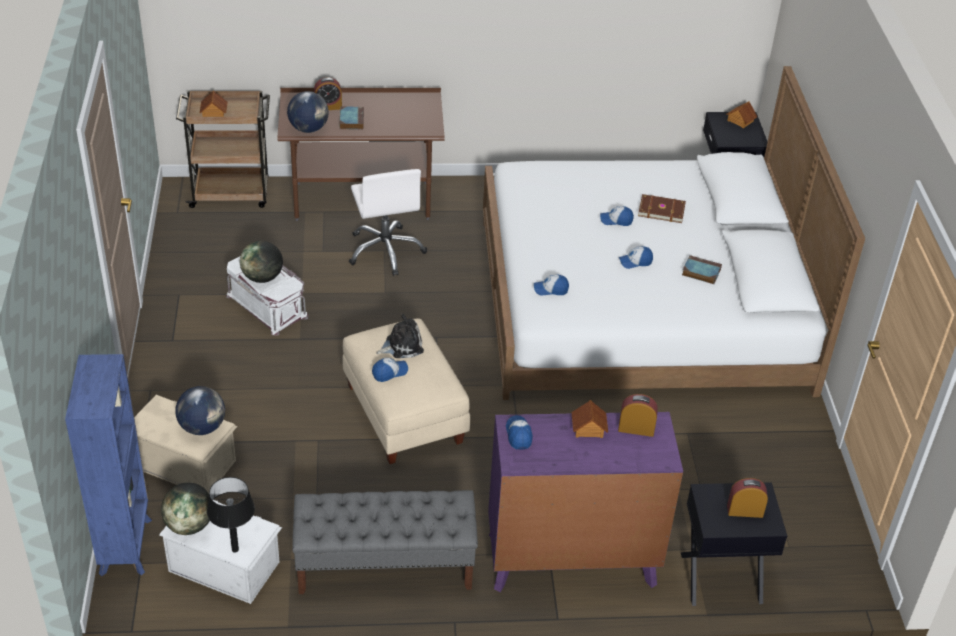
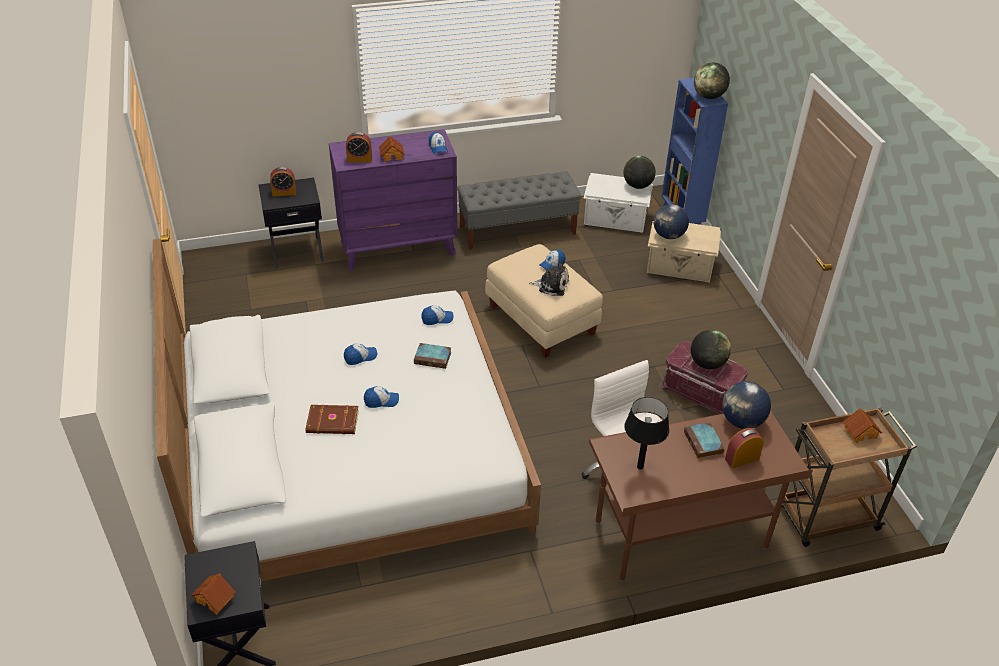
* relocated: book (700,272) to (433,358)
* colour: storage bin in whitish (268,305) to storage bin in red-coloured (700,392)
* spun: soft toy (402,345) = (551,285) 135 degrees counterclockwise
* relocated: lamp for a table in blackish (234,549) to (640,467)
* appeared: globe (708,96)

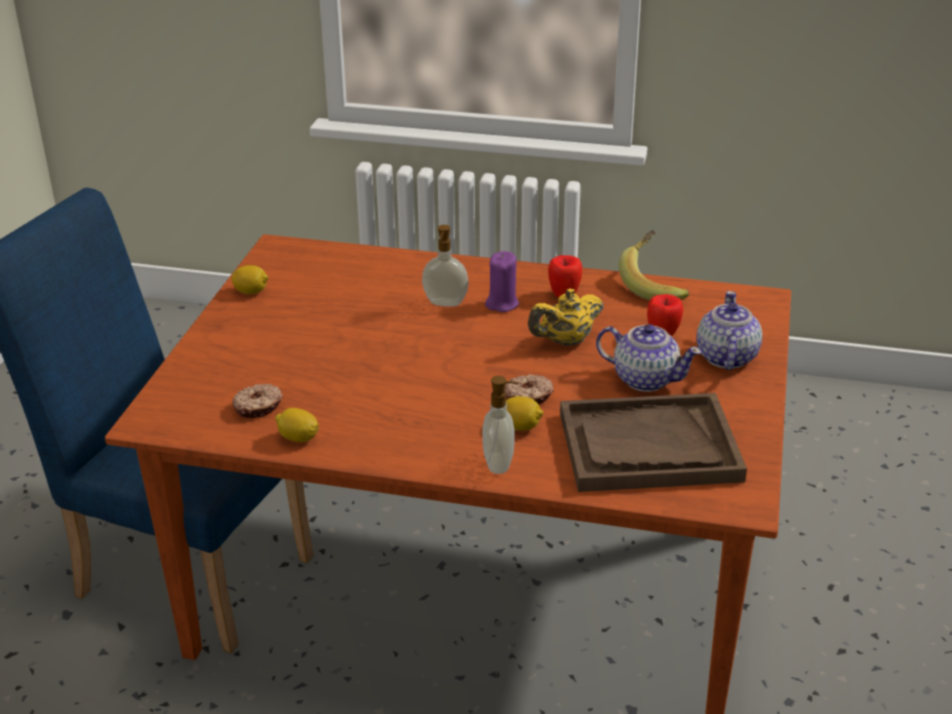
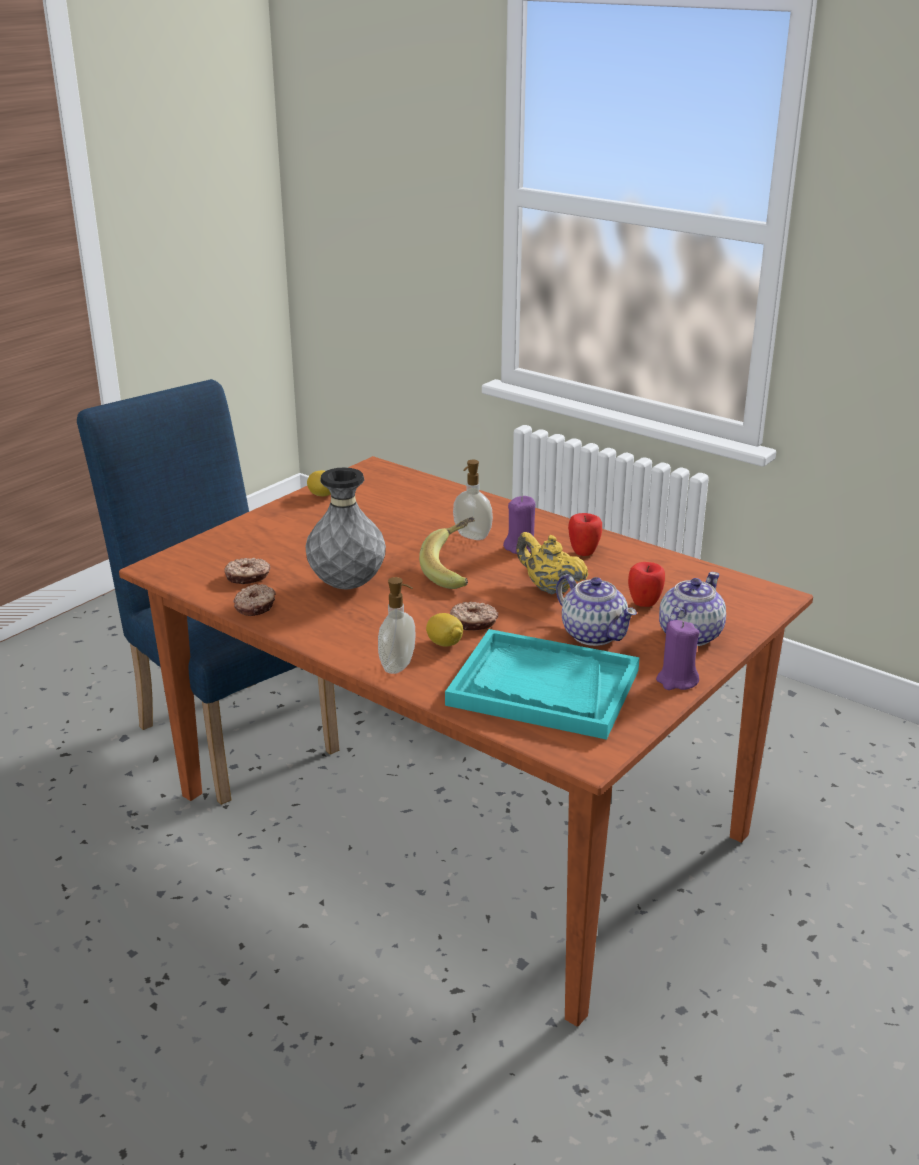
* relocated: banana fruit (656,285) to (456,571)
* spun: tea pot in yellowish (565,341) = (549,588) 45 degrees clockwise
* colour: tray in brownish (648,447) to tray in turquoise-coloured (543,688)
* exchanged: citrus fruit (298,438) to doughnut (256,606)
* appeared: decorative vase in grey (347,585)
* appeared: candle in purplish (677,680)

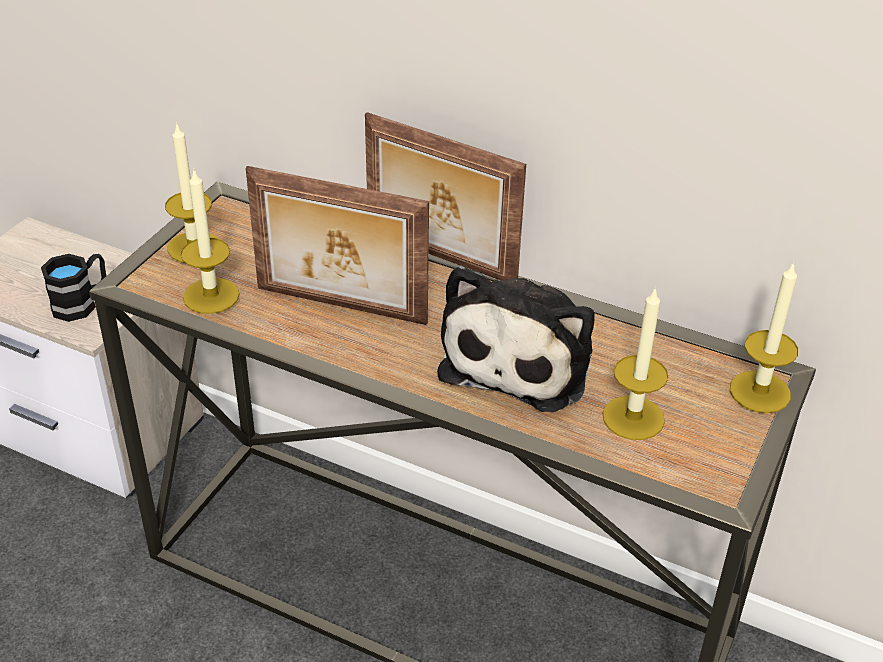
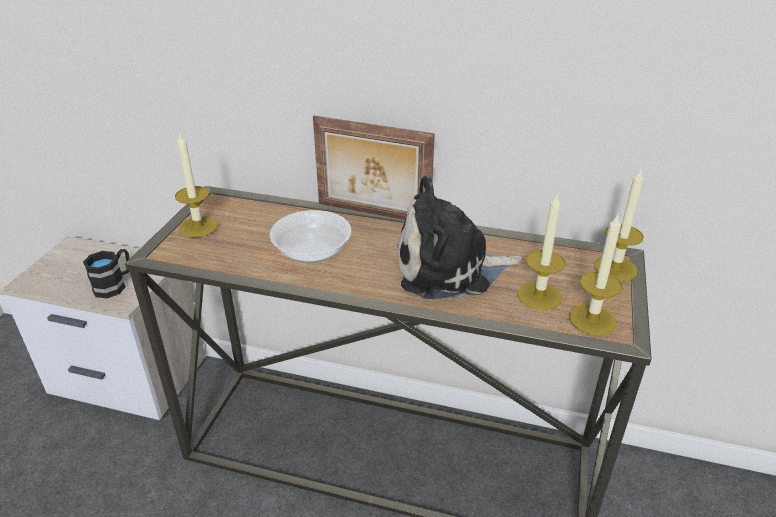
* exchanged: standing frame (340,307) to serving bowl (312,252)
* relocated: candle (211,296) to (592,319)
* spun: soft toy (521,358) = (449,268) 75 degrees clockwise

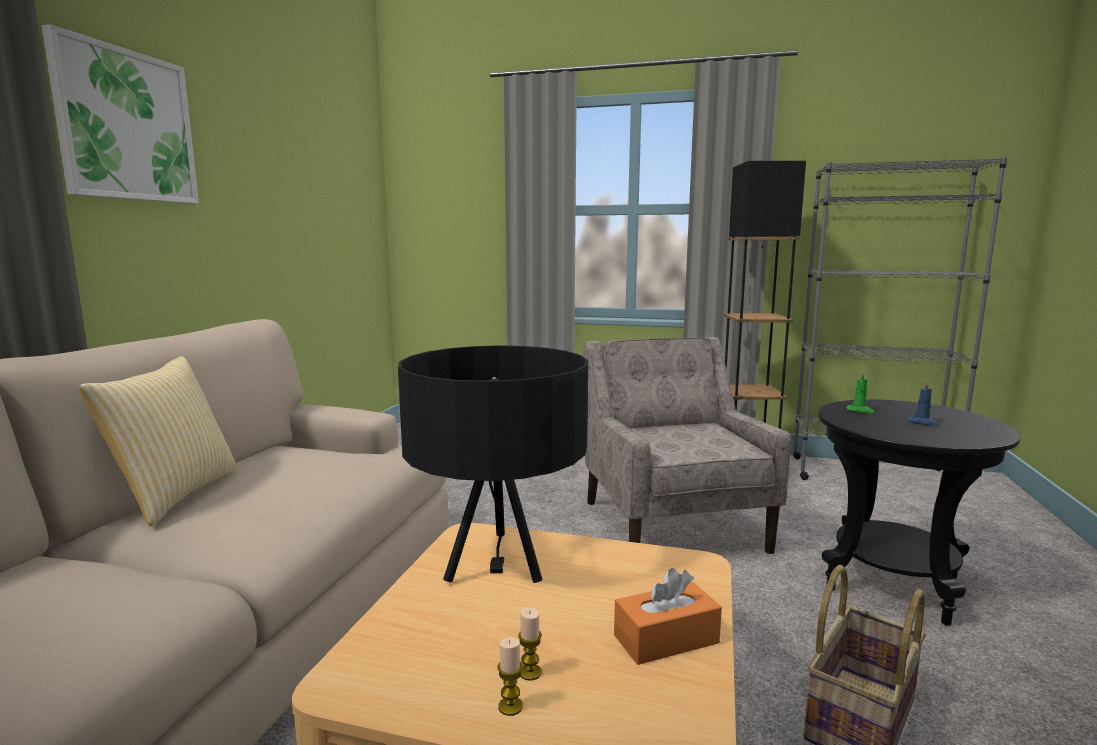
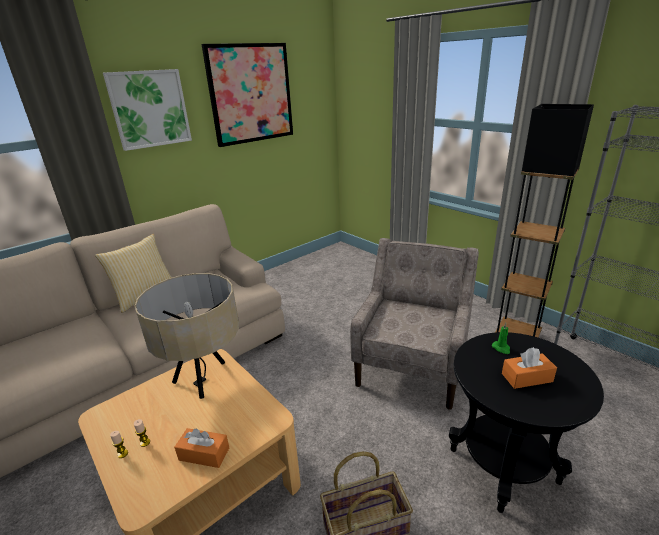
* colour: lamp for a table in blackish (498,560) to lamp for a table in beige-coloured (205,378)
* exchanged: candle in blue-coloured (923,423) to tissue box in orange (527,377)
* appeared: wall picture (251,94)

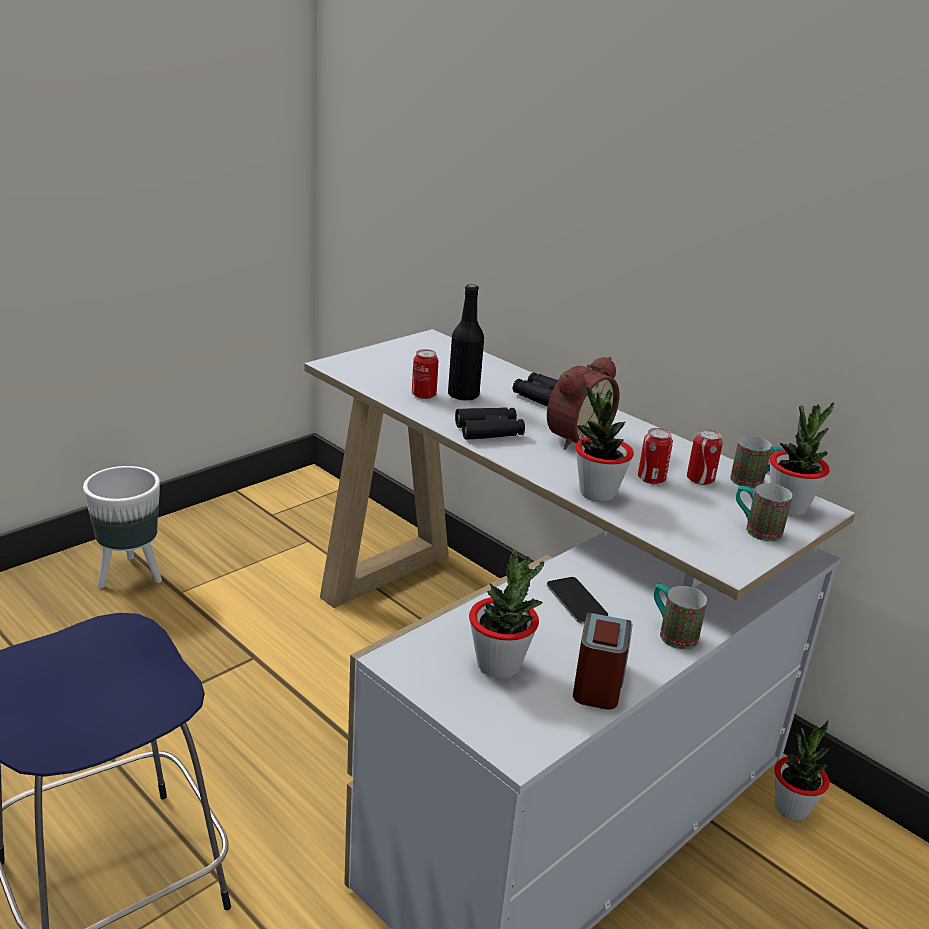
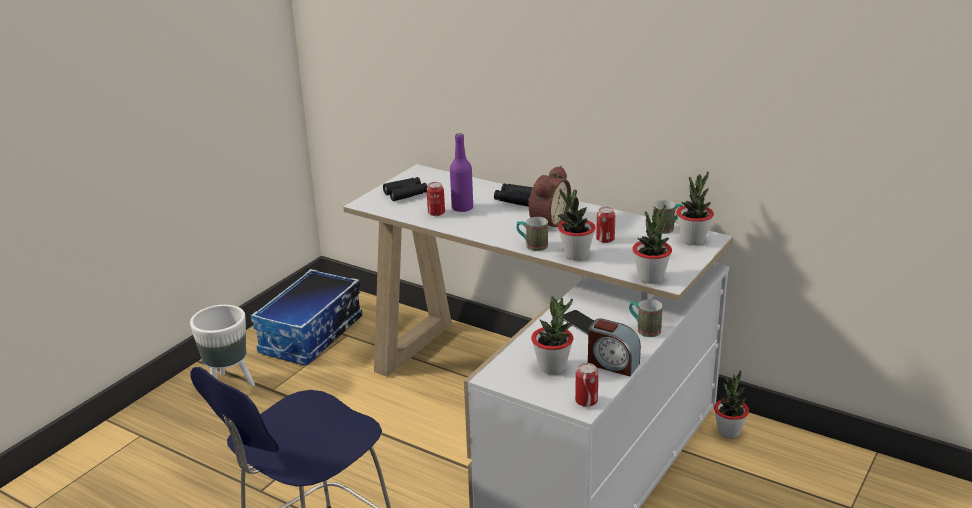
* colour: bottle in blackish (463,395) to bottle in purplish (462,208)
* relocated: binoculars in blackish (489,431) to (406,193)
* relocated: can (700,480) to (586,402)
* relocated: tea mug (755,529) to (532,246)
* spun: bedside clock (598,681) = (612,364) 120 degrees clockwise
* appeared: houseplant (650,278)
* appeared: storage bin (312,336)

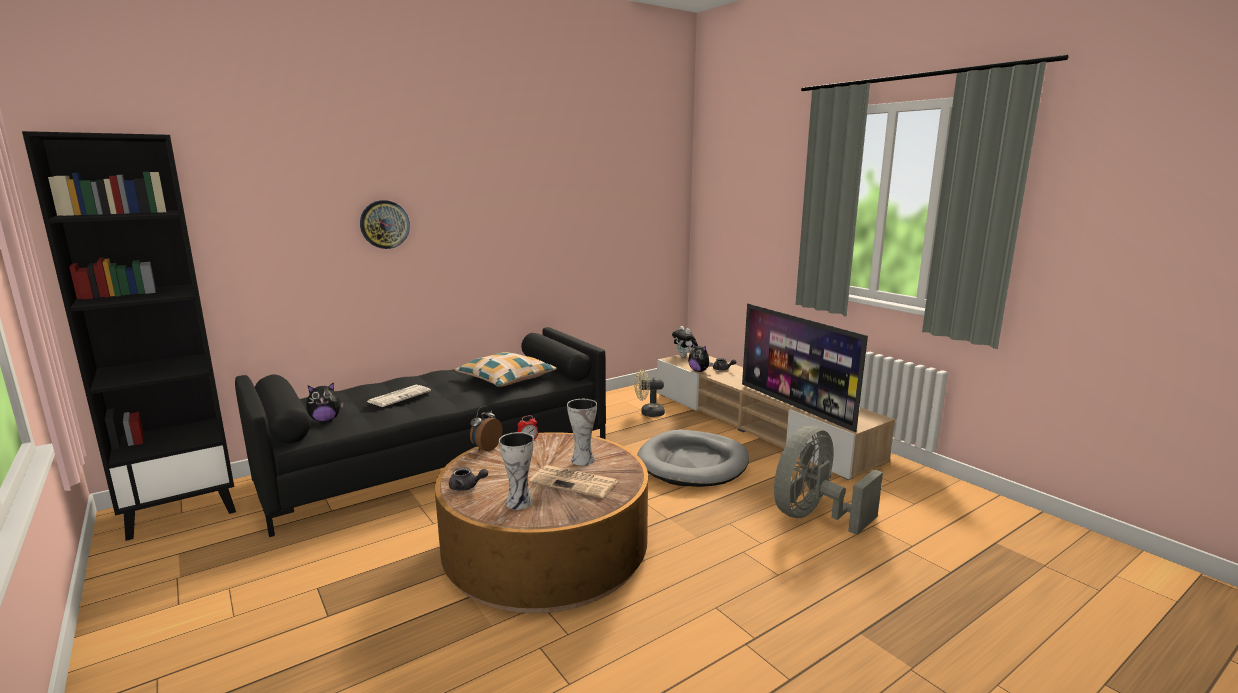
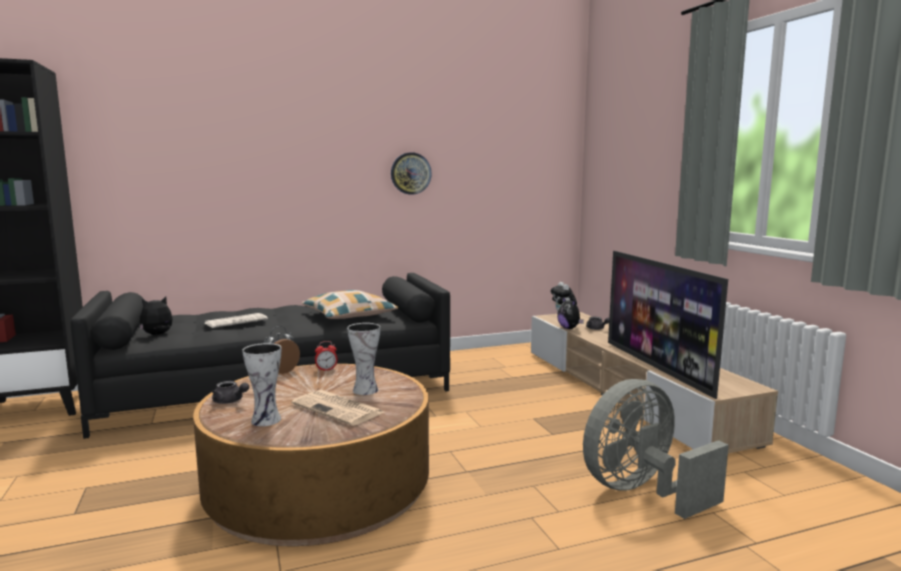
* relocated: clock on the wall (384,224) to (410,173)
* missing: fan in beige-coloured (648,413)
* spun: soft toy (325,420) = (158,335) 150 degrees clockwise
* missing: dog cushion in grey (693,463)

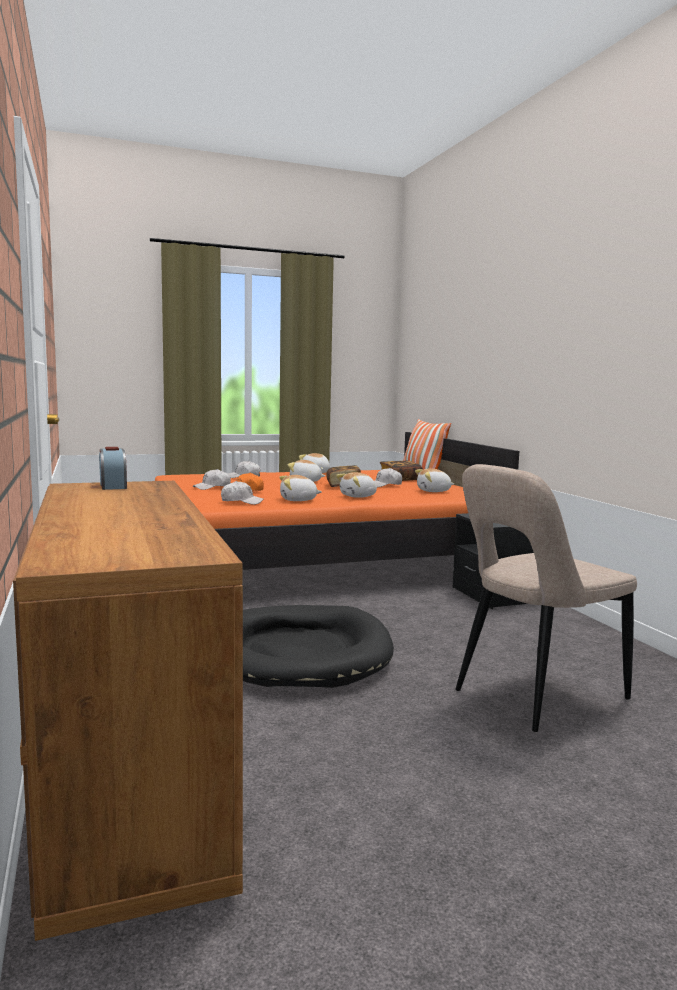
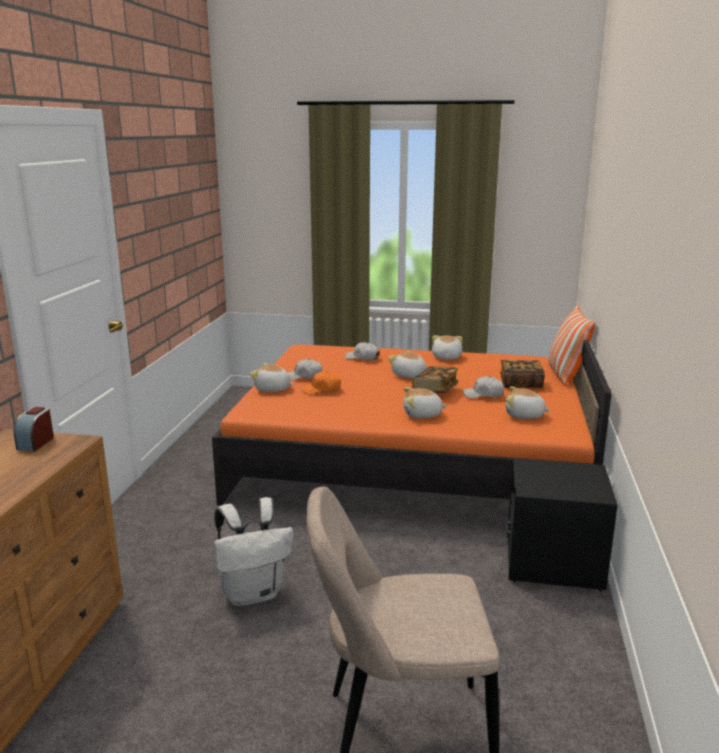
* relocated: soft toy (298,500) to (272,389)
* missing: baseball cap in whitish (241,502)
* exchanged: dog cushion in blackish (299,653) to knapsack in whitish (253,593)

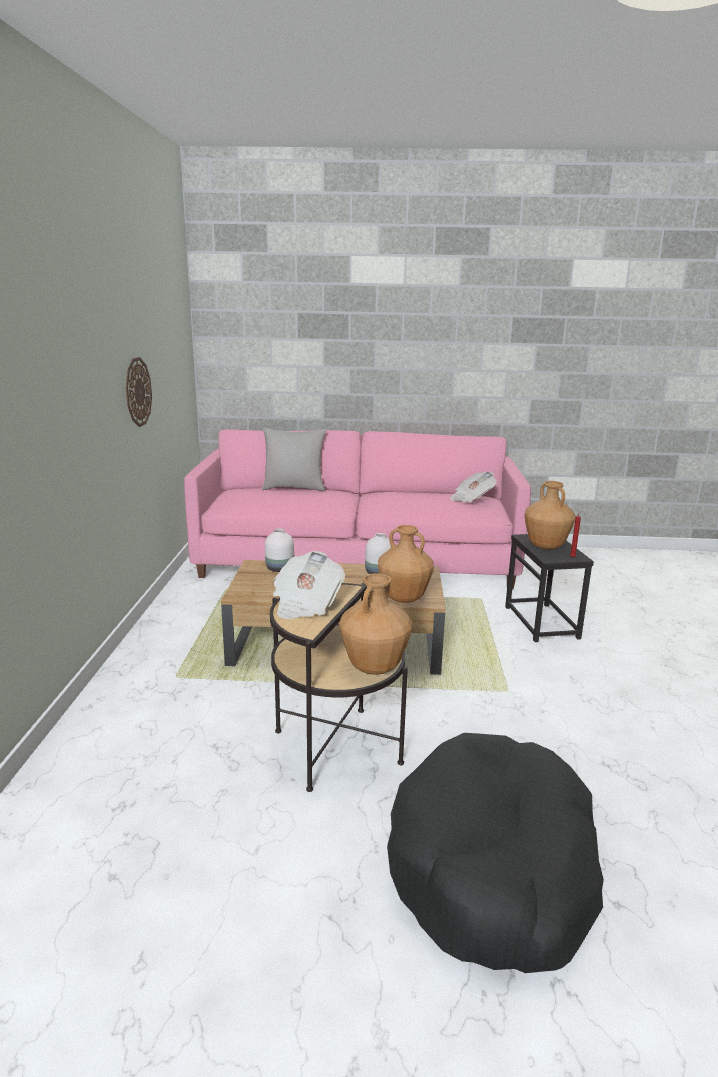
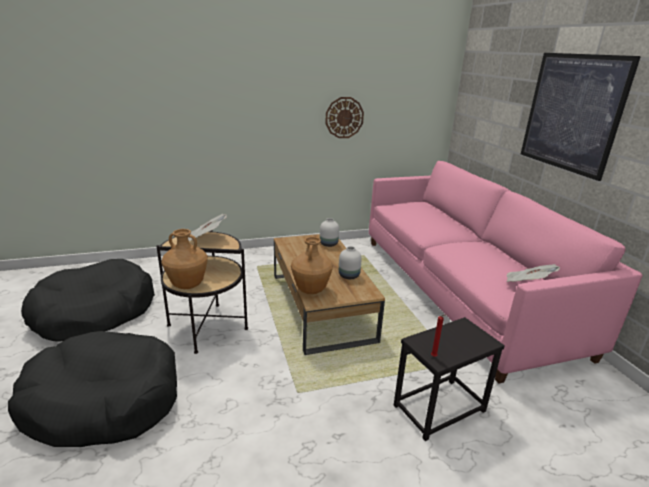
* missing: pillow in grey (294,488)
* missing: decorative vase in brownish (545,547)
* appeared: wall picture (572,113)
* appeared: dog cushion in blackish (94,312)

